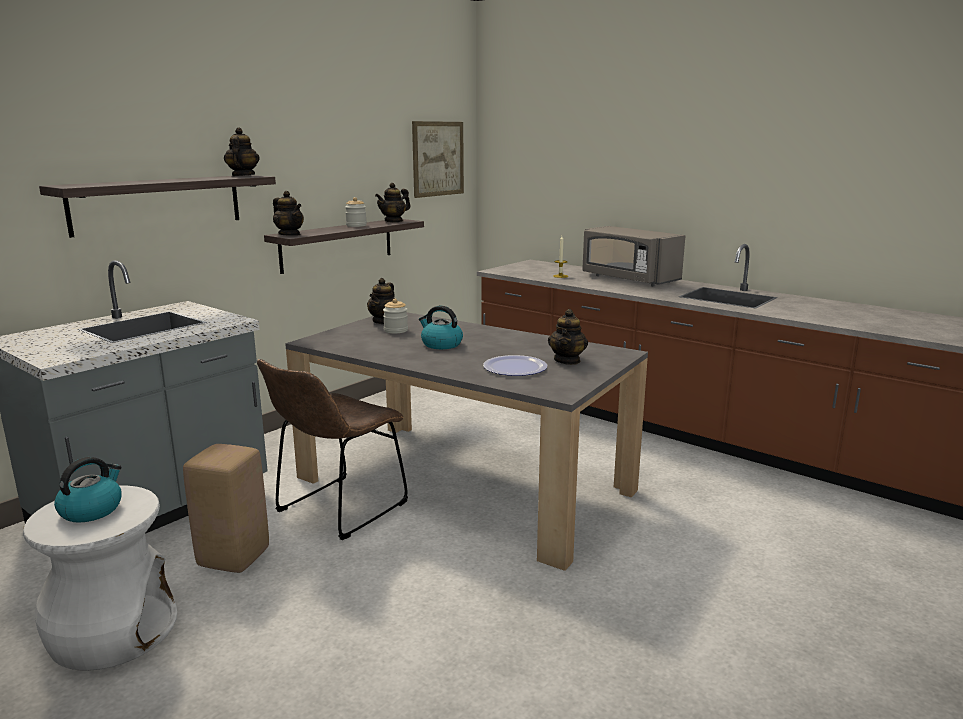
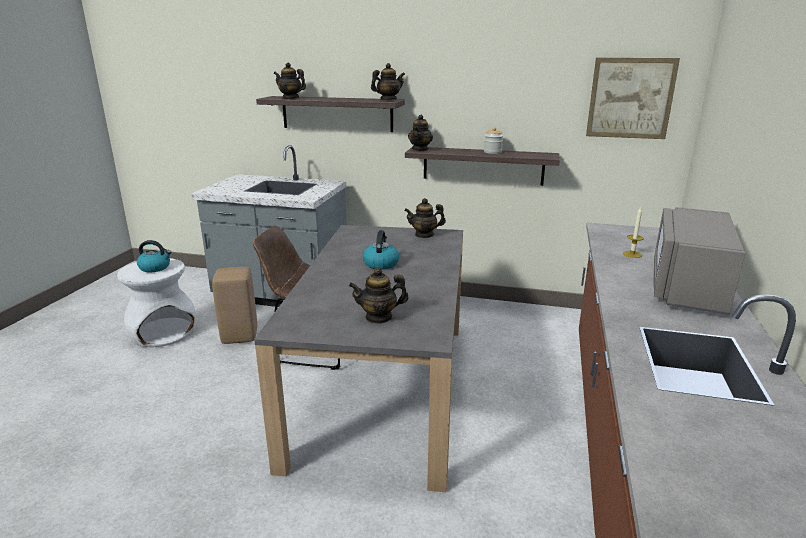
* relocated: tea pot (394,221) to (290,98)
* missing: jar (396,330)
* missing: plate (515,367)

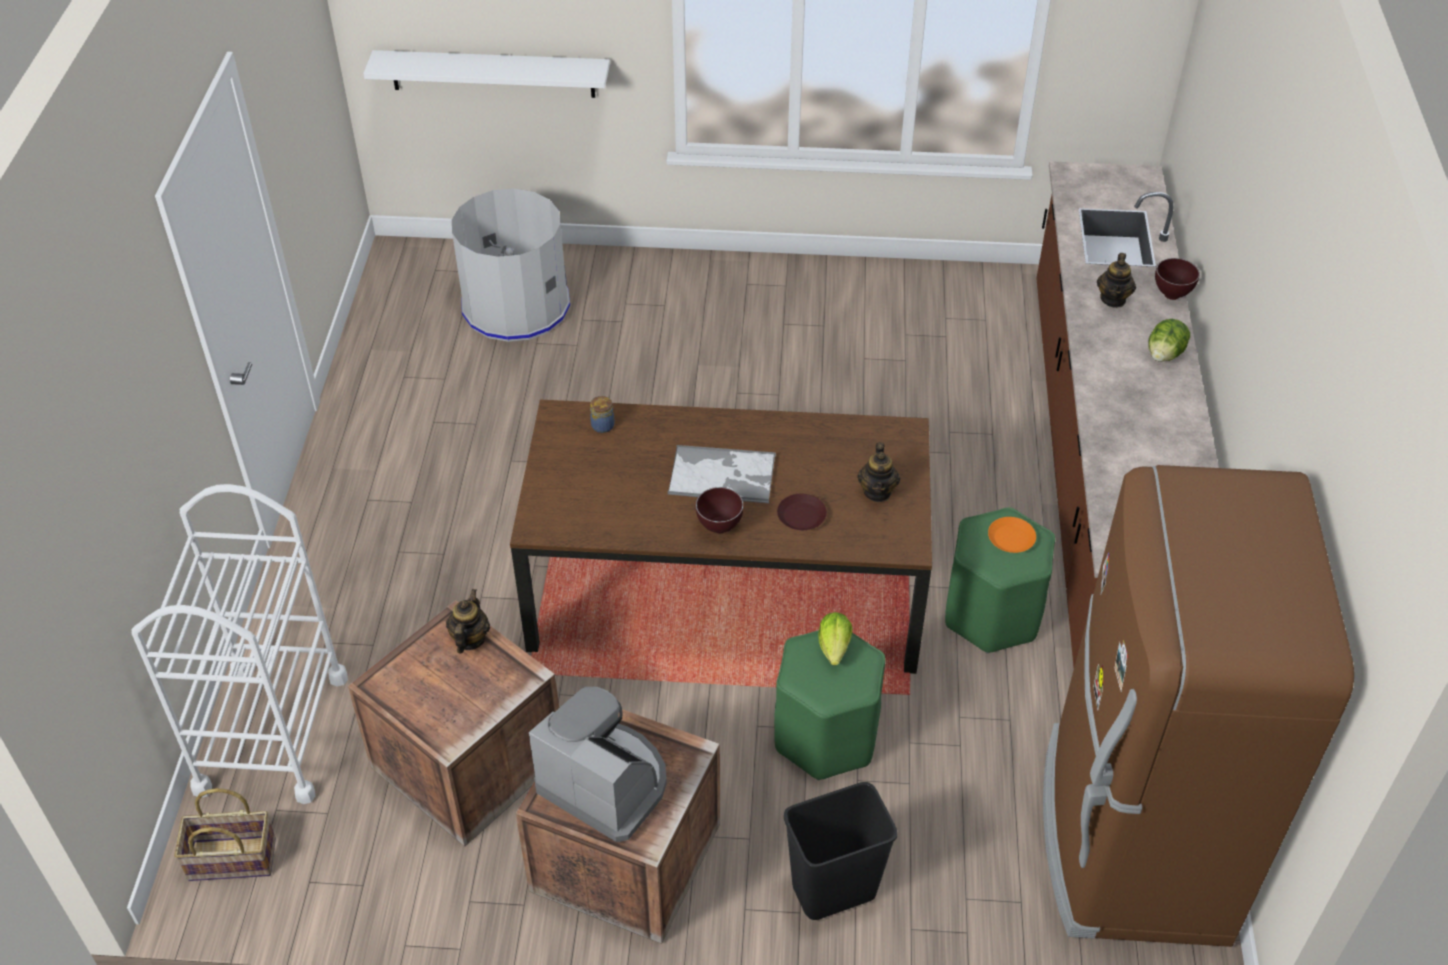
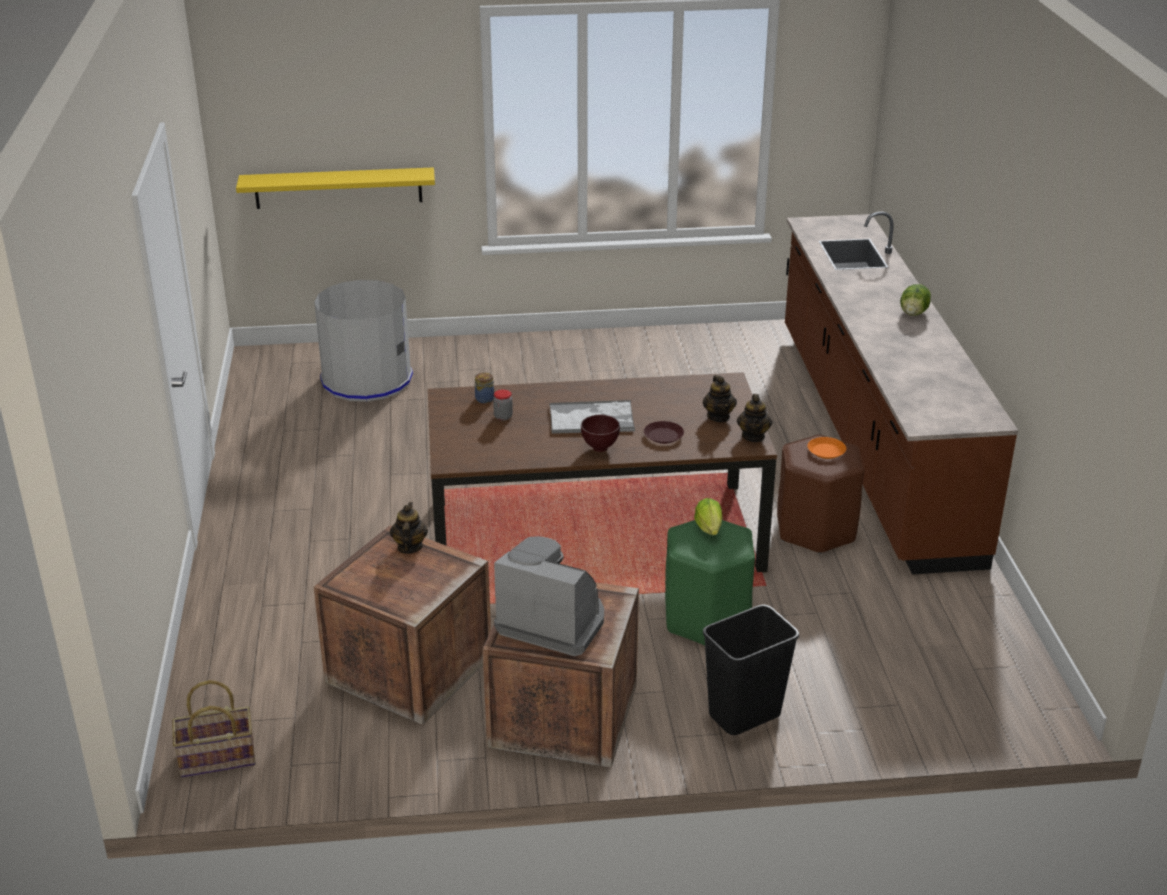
* colour: bracket shelf in whitish (492,73) to bracket shelf in yellowish (338,188)
* relocated: tea pot (1113,299) to (753,436)
* missing: serving bowl in brownish (1172,295)
* missing: kitchen fridge in brownish (1131,837)
* missing: trolley in whitish (272,733)
* colour: stool in green (992,615) to stool in brownish (816,530)
* appeared: jar (503,417)

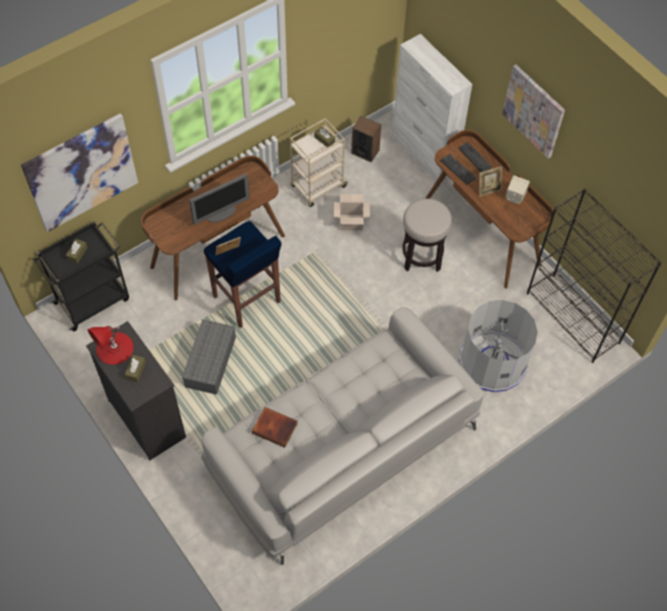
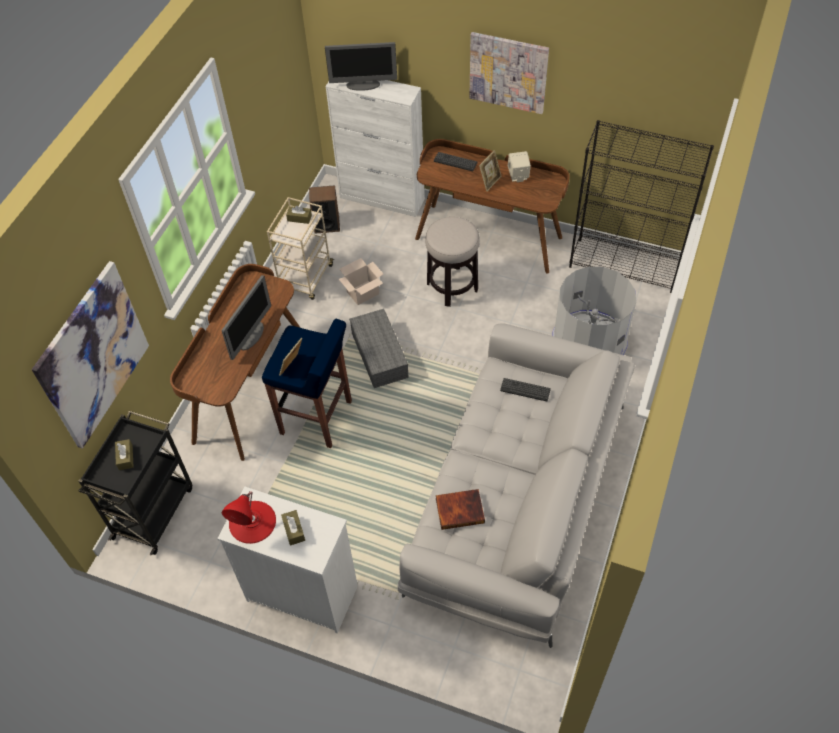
* relocated: PC keyboard (457,169) to (525,390)
* relocated: storage bin in grey (211,363) to (380,356)
* colour: chest of drawers in blackish (147,417) to chest of drawers in whitish (301,592)
* appeared: monitor (363,85)

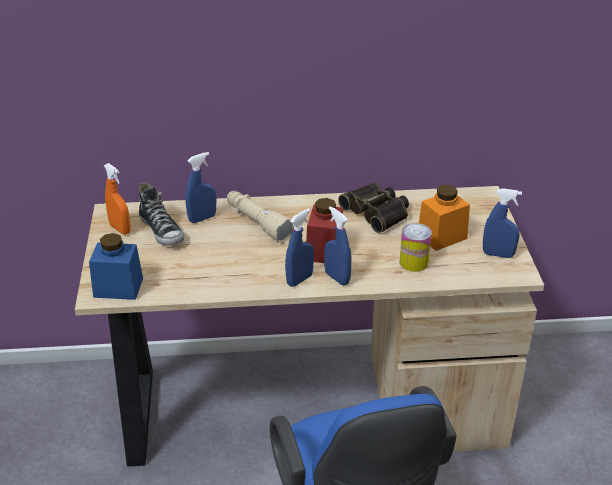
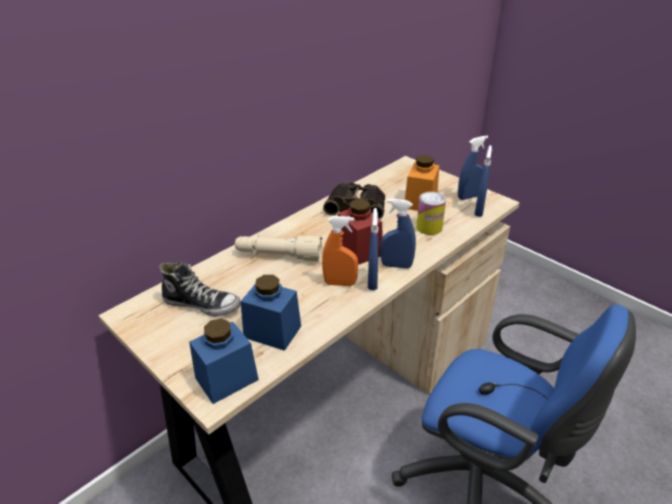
* relocated: spray bottle in blue-coloured (202,218) to (479,210)
* relocated: spray bottle in orange (120,229) to (340,283)
* appeared: jar in blue-coloured (272,331)

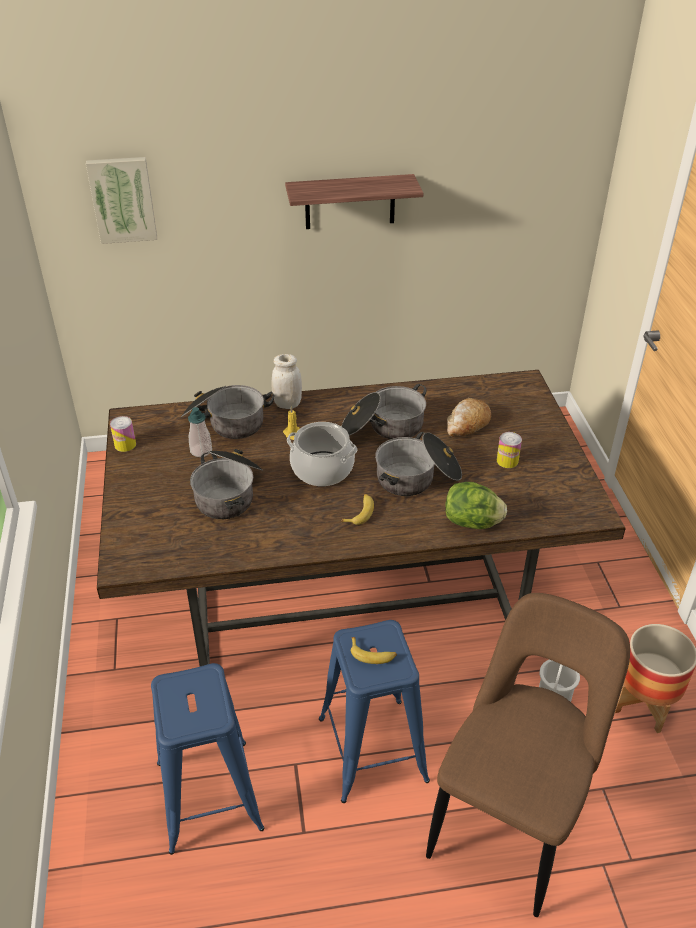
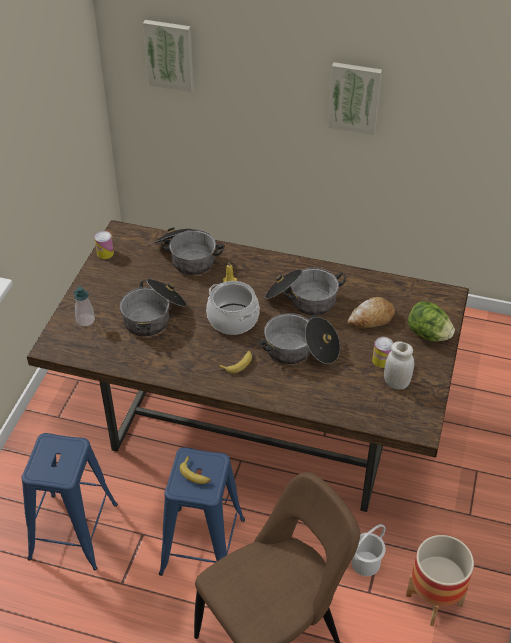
* exchanged: bracket shelf (350,202) to wall picture (355,97)
* relocated: jar in whitish (287,404) to (396,383)
* relocated: liquid soap bottle (201,451) to (85,320)
* relocated: lettuce (472,522) to (428,334)

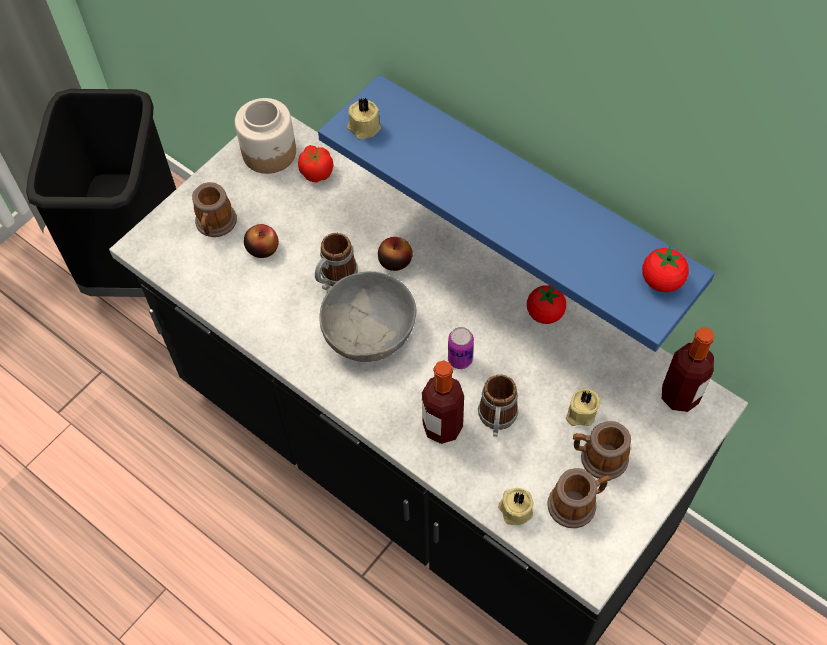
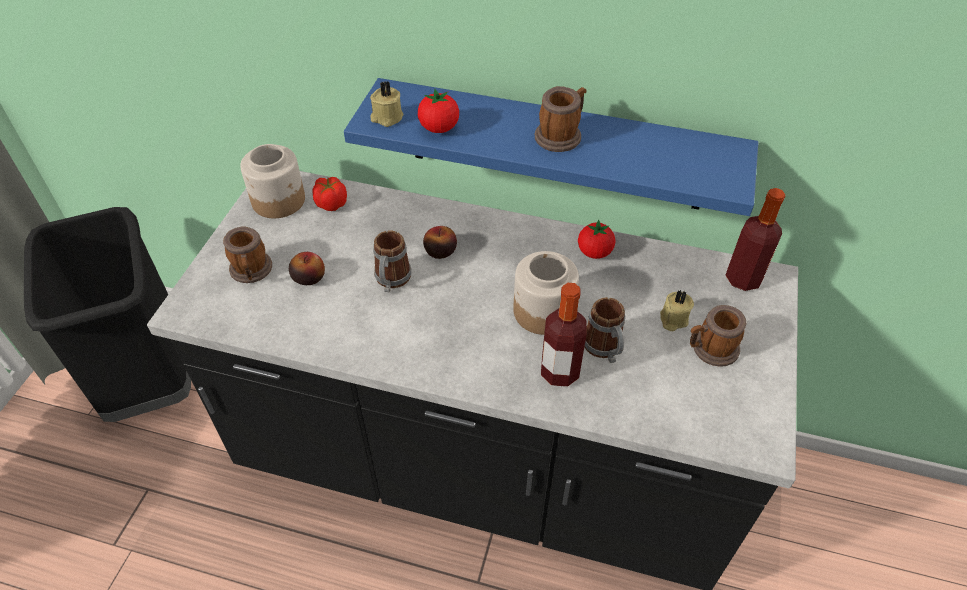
* relocated: whole tomato (661,281) to (439,128)
* missing: serving bowl in grey (370,332)
* exchanged: can (460,359) to jar (543,311)
* relocated: tea mug (577,503) to (561,135)
* missing: candle in beige-coloured (515,510)

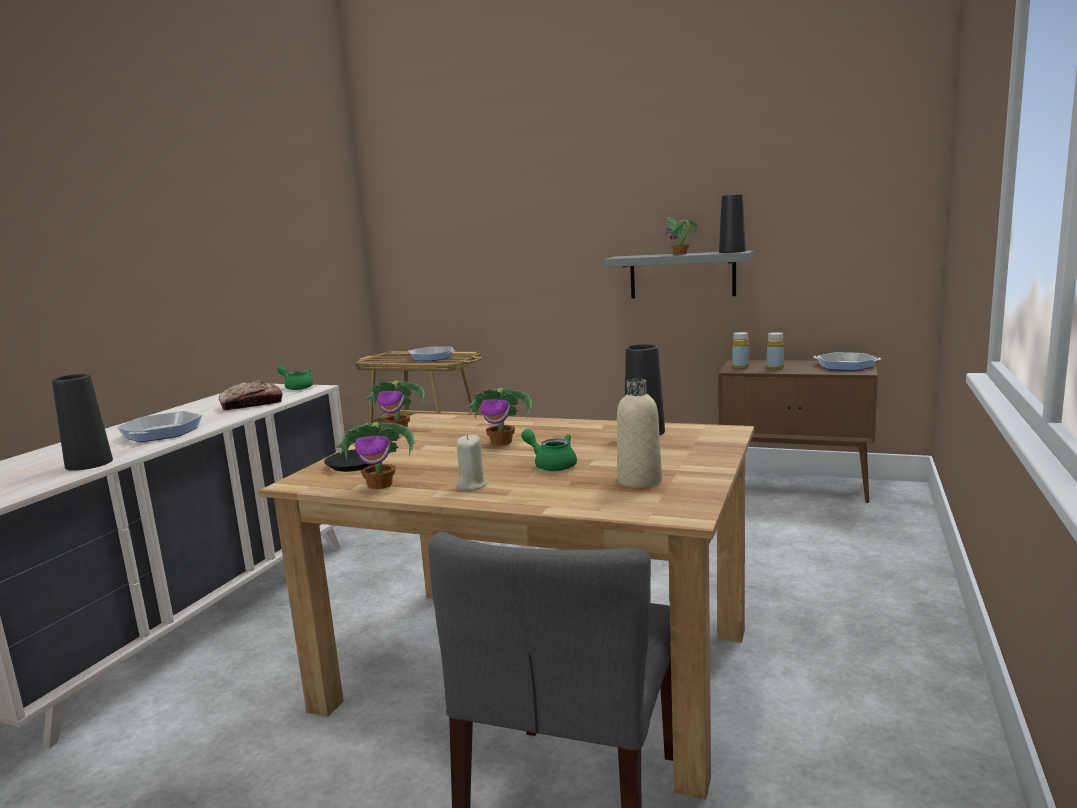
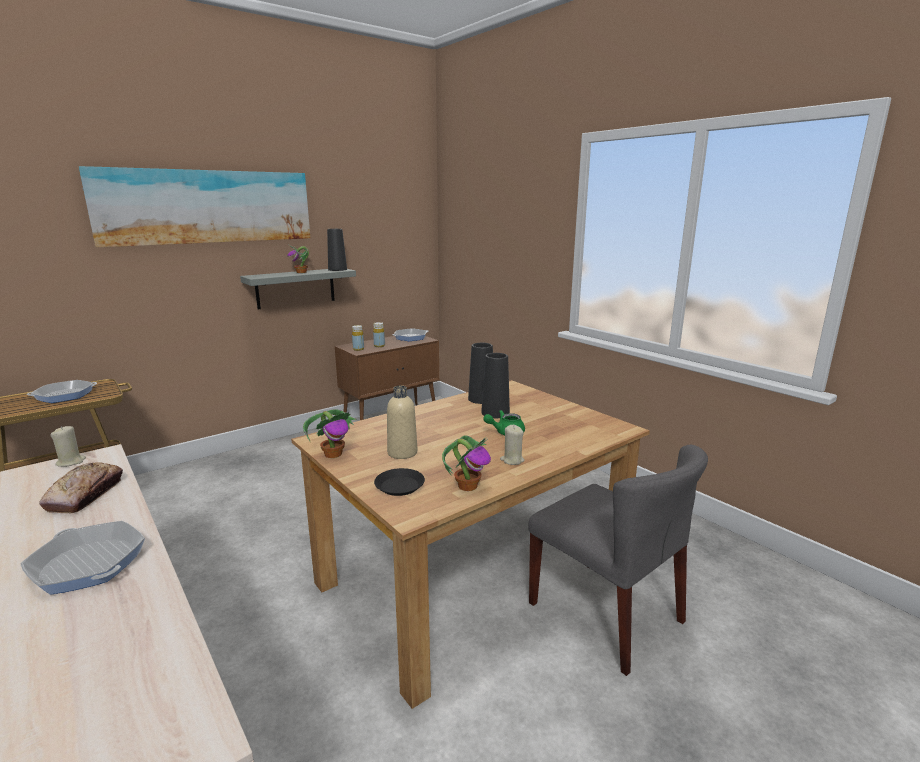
* exchanged: tea pot in green (297,387) to candle in beige-coloured (71,462)
* relocated: decorative vase in blackish (89,463) to (495,413)
* relocated: bottle in beige-coloured (639,481) to (402,453)
* missing: houseplant (502,442)
* appeared: wall picture (207,206)

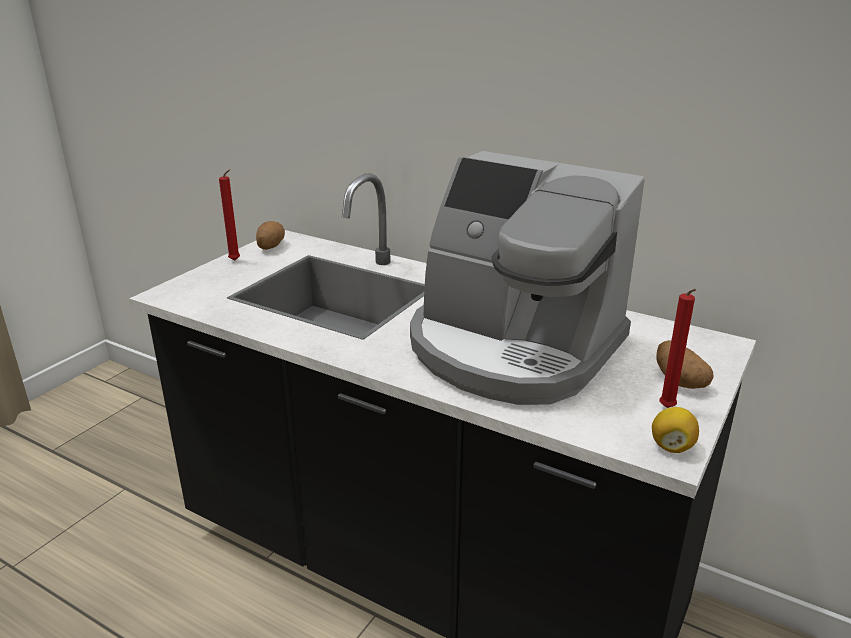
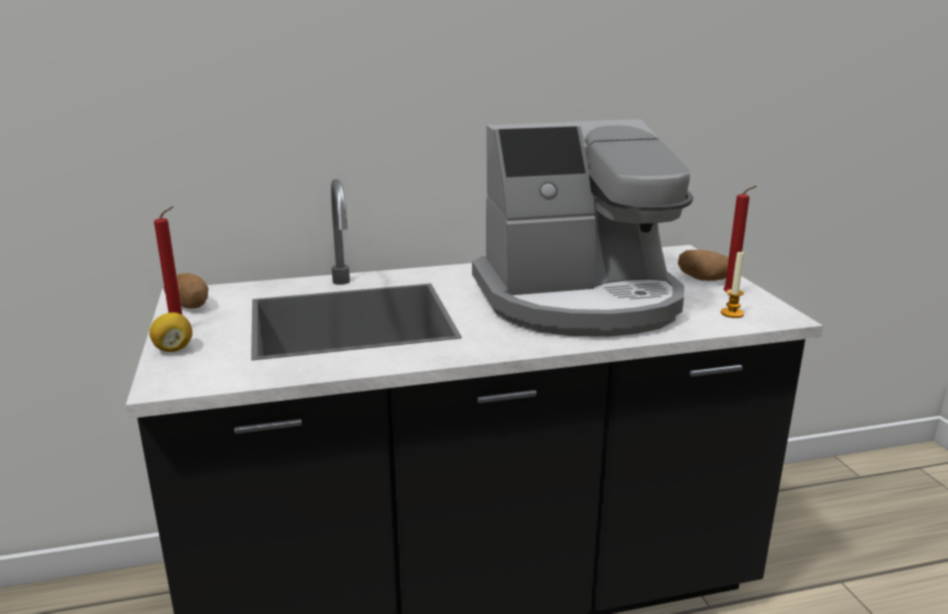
* relocated: citrus fruit (671,446) to (173,349)
* appeared: candle (732,313)

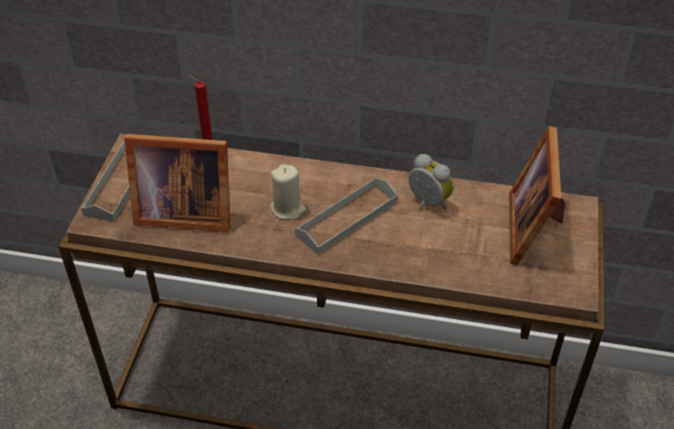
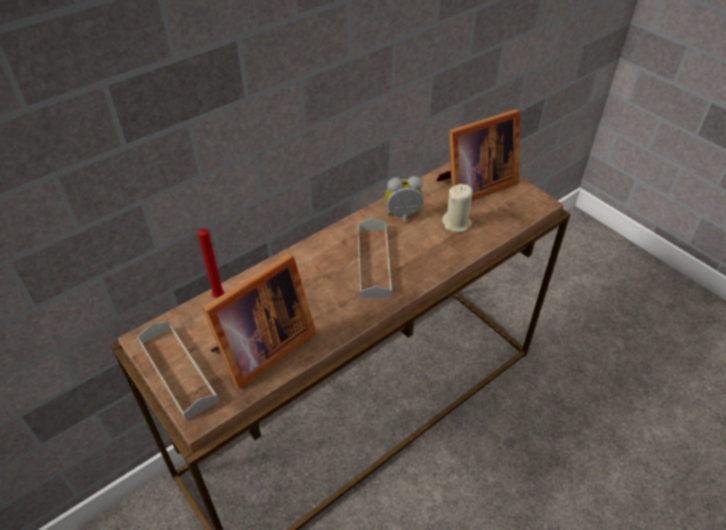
* spun: standing frame (534,227) = (473,186) 75 degrees counterclockwise
* relocated: candle in beige-coloured (287,209) to (456,223)

